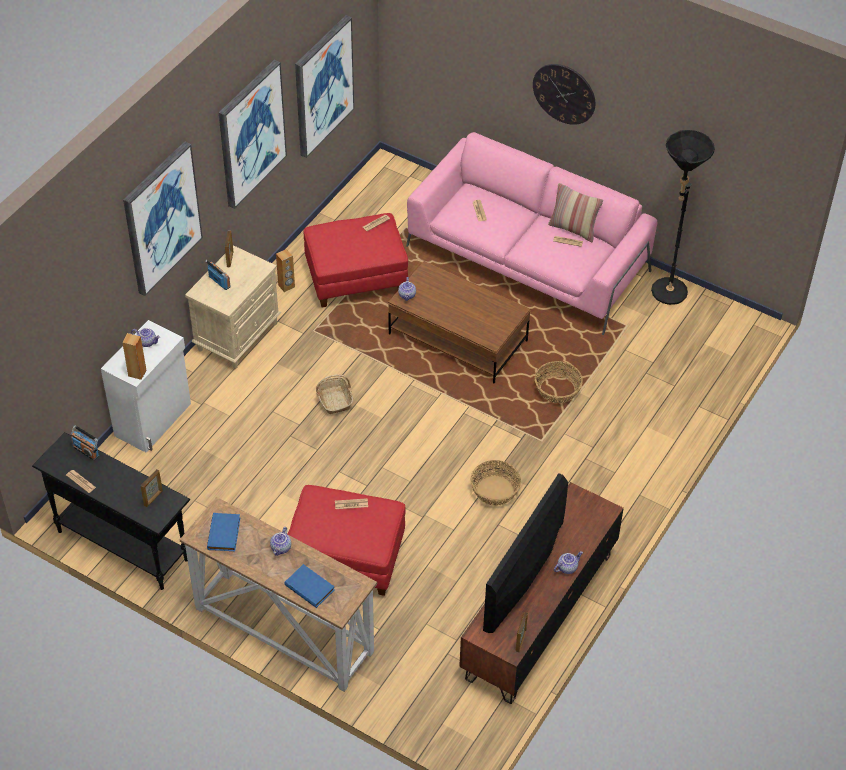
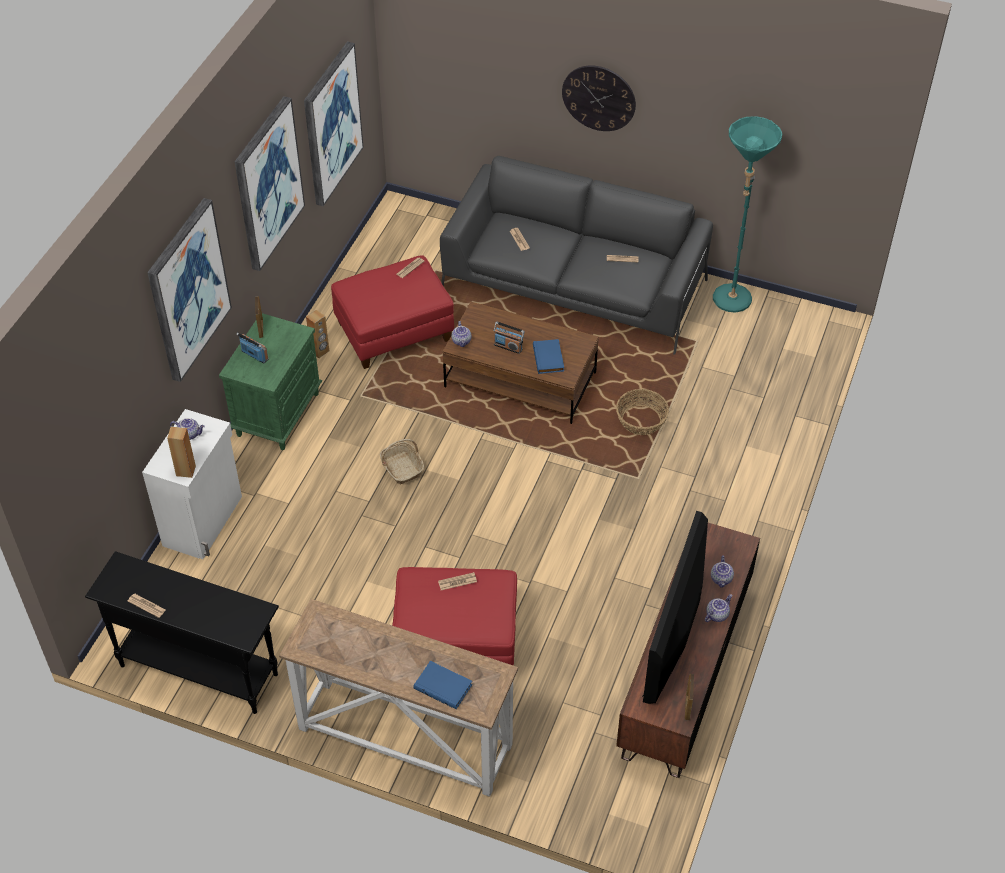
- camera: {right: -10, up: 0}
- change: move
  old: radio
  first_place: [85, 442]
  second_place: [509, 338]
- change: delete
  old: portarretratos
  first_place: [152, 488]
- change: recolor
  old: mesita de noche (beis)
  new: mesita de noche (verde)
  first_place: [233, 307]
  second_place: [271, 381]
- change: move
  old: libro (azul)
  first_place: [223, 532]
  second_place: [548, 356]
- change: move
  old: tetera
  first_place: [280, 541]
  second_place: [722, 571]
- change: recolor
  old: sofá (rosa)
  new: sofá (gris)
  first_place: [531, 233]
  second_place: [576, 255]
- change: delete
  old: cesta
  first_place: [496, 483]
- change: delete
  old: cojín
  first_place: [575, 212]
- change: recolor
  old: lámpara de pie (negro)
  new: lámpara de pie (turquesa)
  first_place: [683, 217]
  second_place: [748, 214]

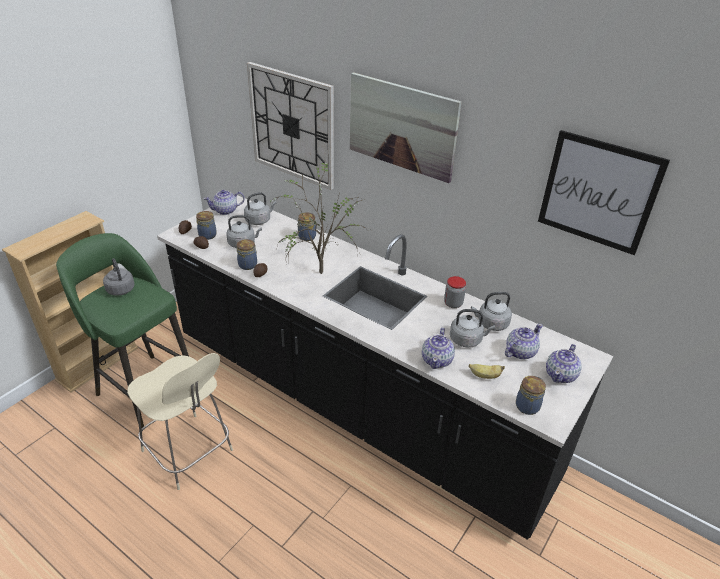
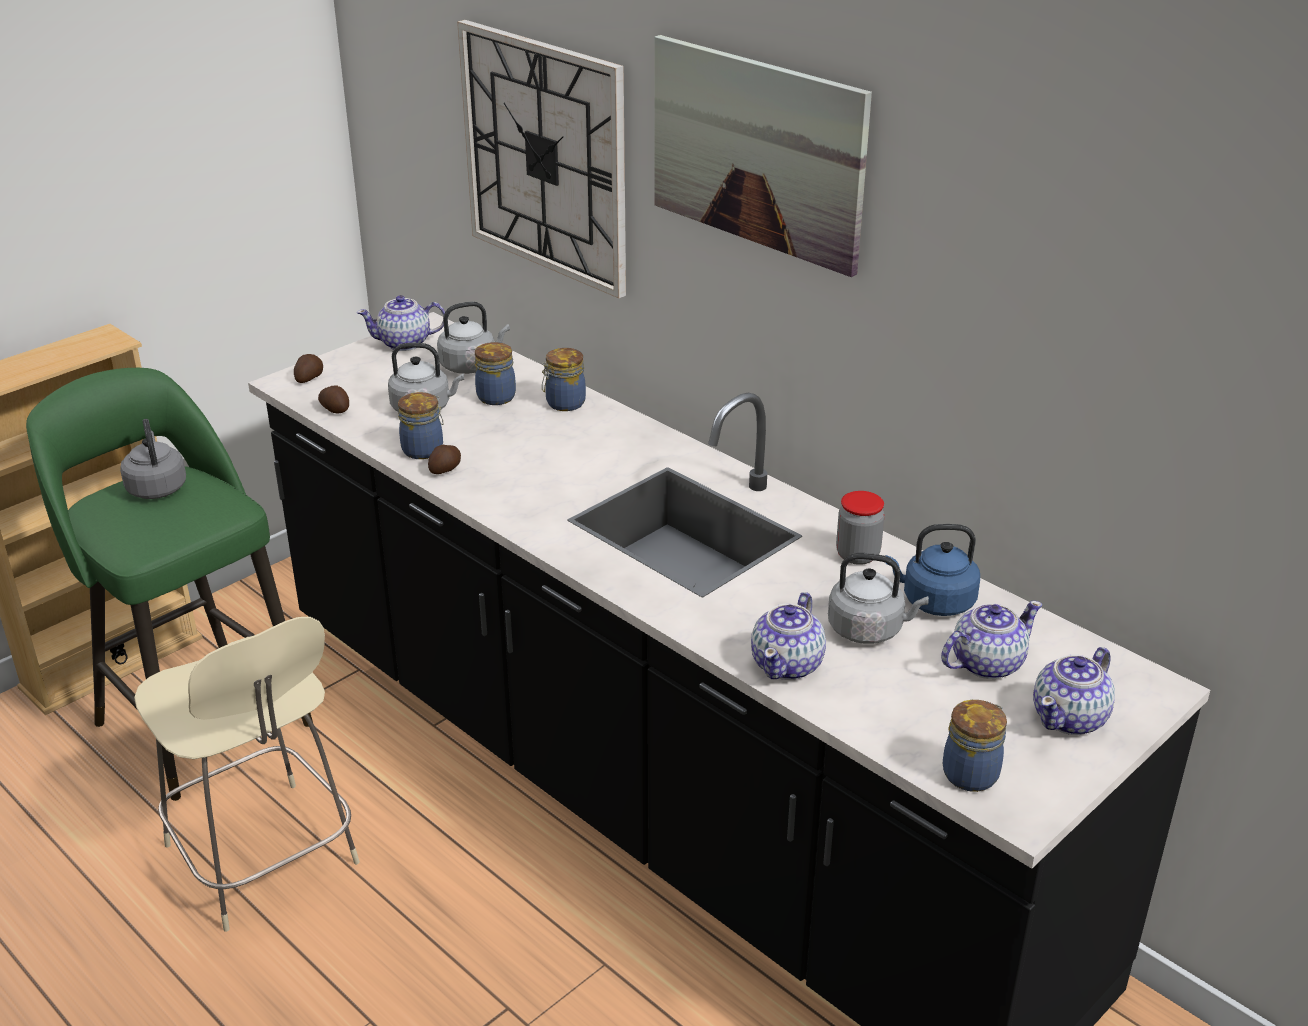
- camera: {right: 10, up: -5}
- change: move
  old: tarro
  first_place: [206, 225]
  second_place: [495, 373]
- change: delete
  old: planta en maceta
  first_place: [318, 218]
- change: delete
  old: plátano
  first_place: [487, 371]
- change: recolor
  old: hervidor (gris)
  new: hervidor (azul)
  first_place: [491, 311]
  second_place: [932, 570]
- change: delete
  old: cuadro
  first_place: [604, 192]

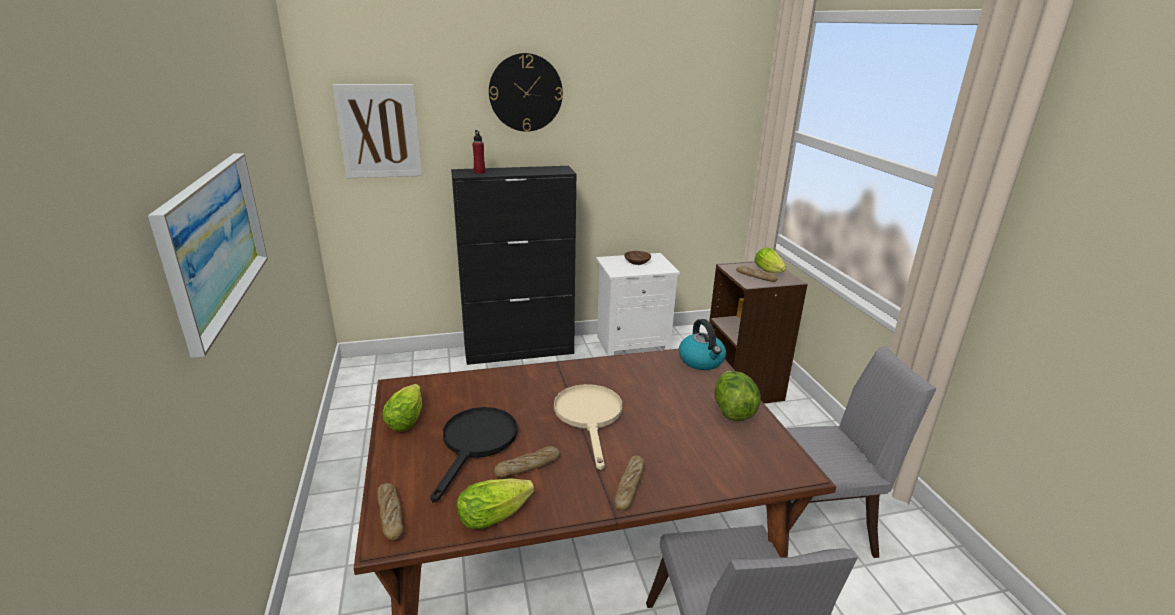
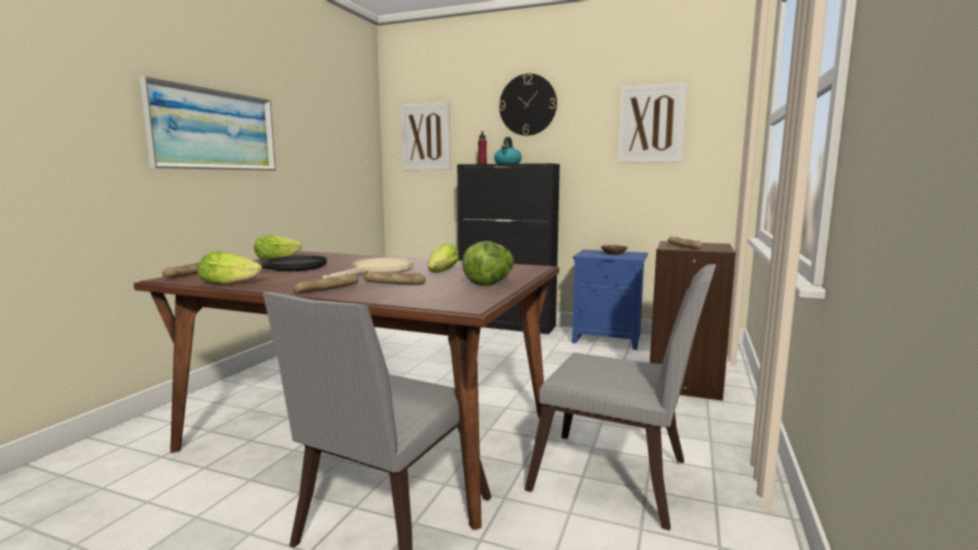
- camera: {right: 35, up: -15}
- change: move
  old: pan
  first_place: [527, 462]
  second_place: [395, 278]
- change: recolor
  old: mesita de noche (blanco)
  new: mesita de noche (azul)
  first_place: [638, 304]
  second_place: [610, 300]
- change: move
  old: hervidor
  first_place: [702, 344]
  second_place: [508, 150]
- change: move
  old: lechuga
  first_place: [770, 260]
  second_place: [443, 258]
- change: insert
  new: cuadro
  second_place: [652, 122]

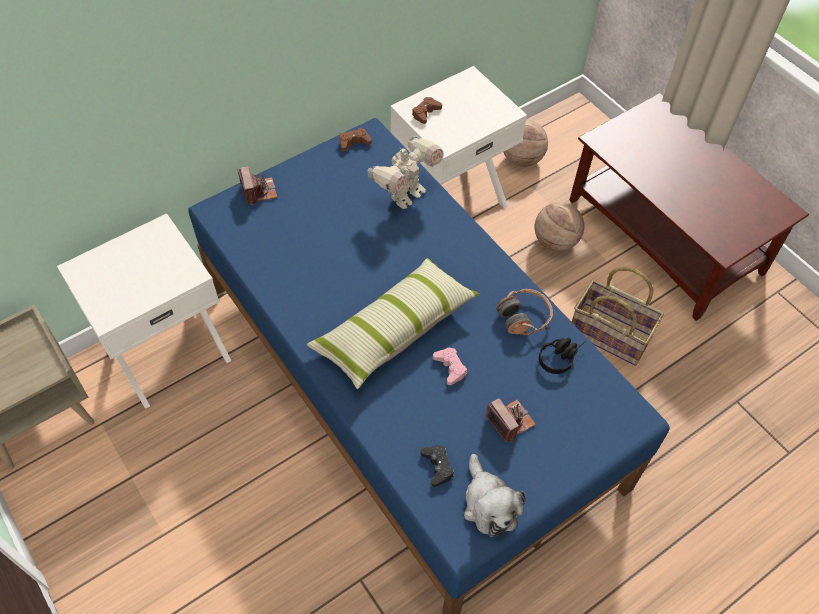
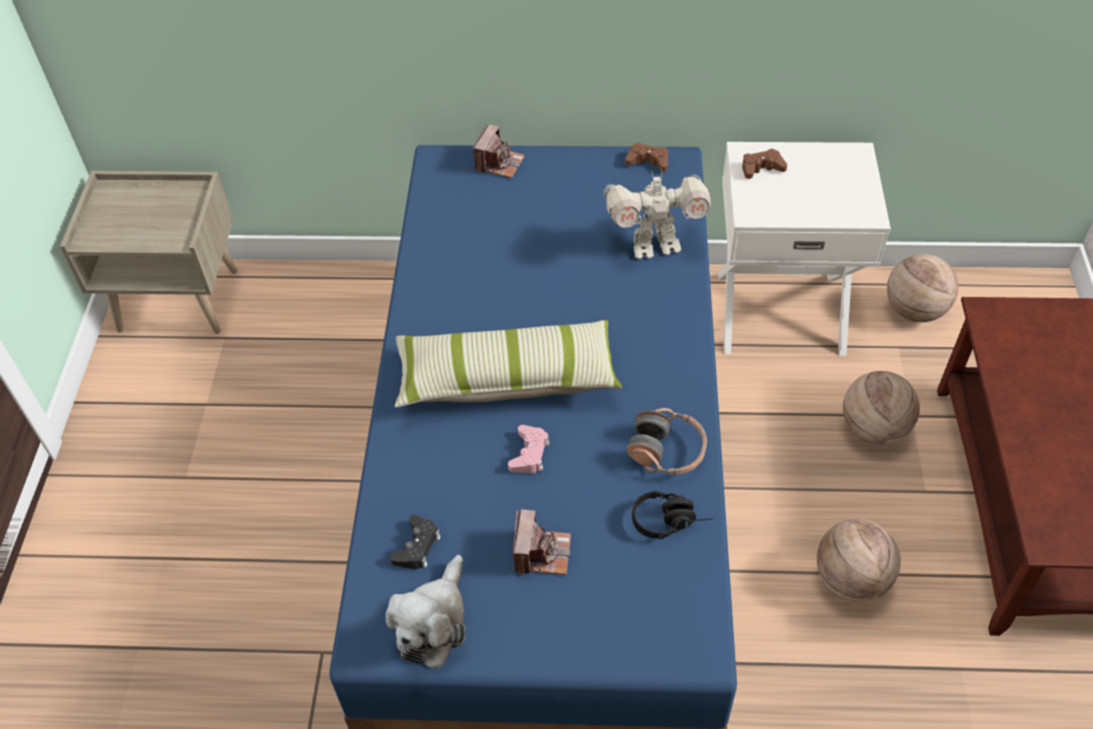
- camera: {right: 40, up: -5}
- change: delete
  old: mesita de noche (blanco)
  first_place: [144, 311]
- change: replace
  old: cesta
  new: balón de baloncesto
  first_place: [618, 316]
  second_place: [859, 560]

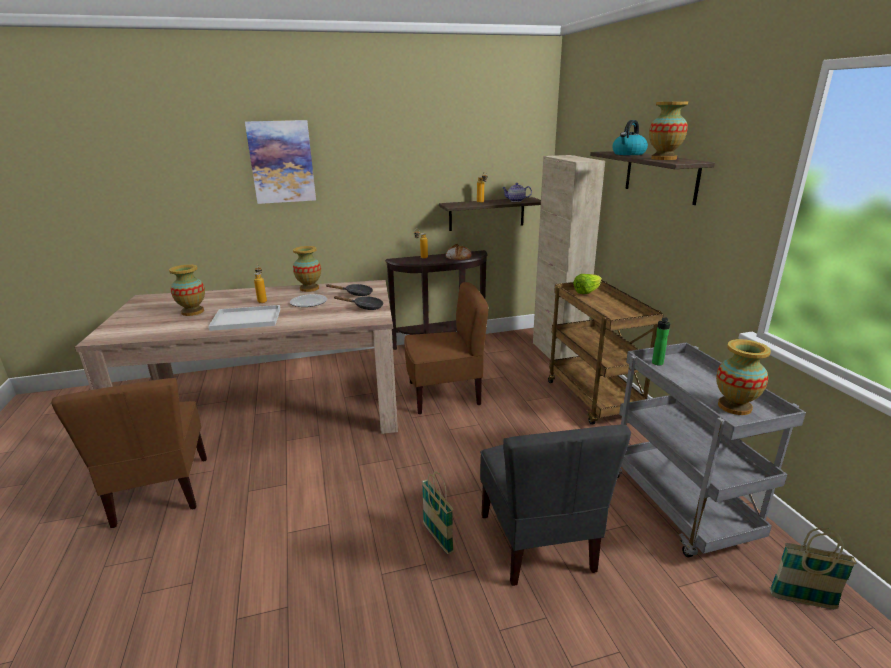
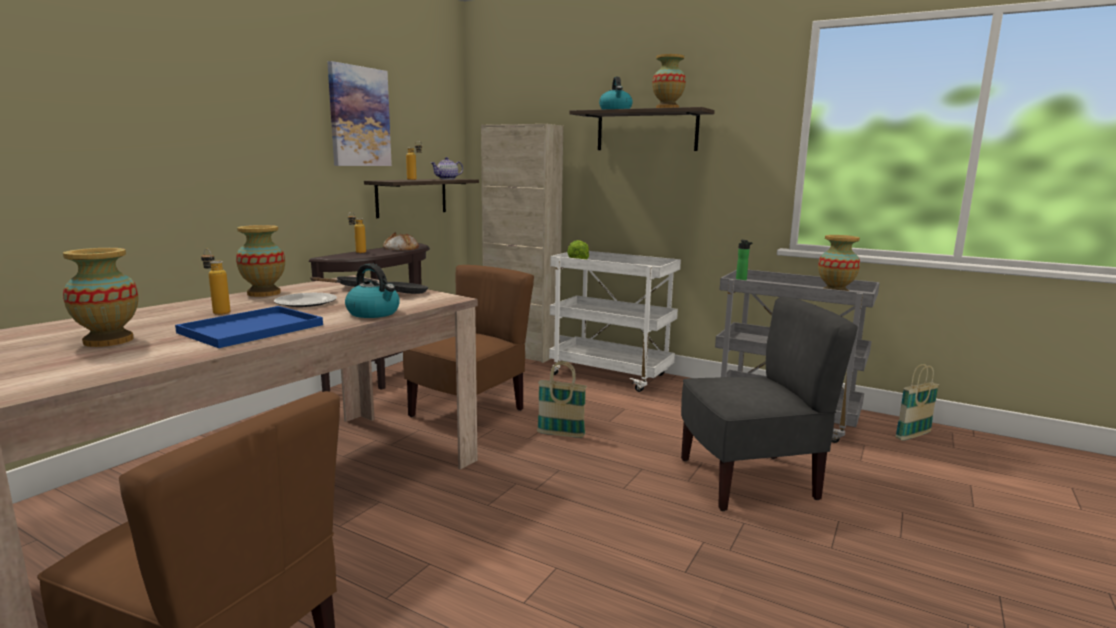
- camera: {right: -45, up: -10}
- change: recolor
  old: bandeja (blanco)
  new: bandeja (azul)
  first_place: [244, 318]
  second_place: [249, 327]
- change: move
  old: cuadro
  first_place: [280, 162]
  second_place: [359, 113]
- change: move
  old: cesta
  first_place: [438, 512]
  second_place: [562, 399]
- change: rotate
  old: silla (gris)
  first_place: [555, 505]
  second_place: [769, 404]
  degrees: -45
- change: recolor
  old: carrito (marrón)
  new: carrito (blanco)
  first_place: [606, 353]
  second_place: [615, 321]
- change: insert
  new: hervidor
  second_place: [372, 290]

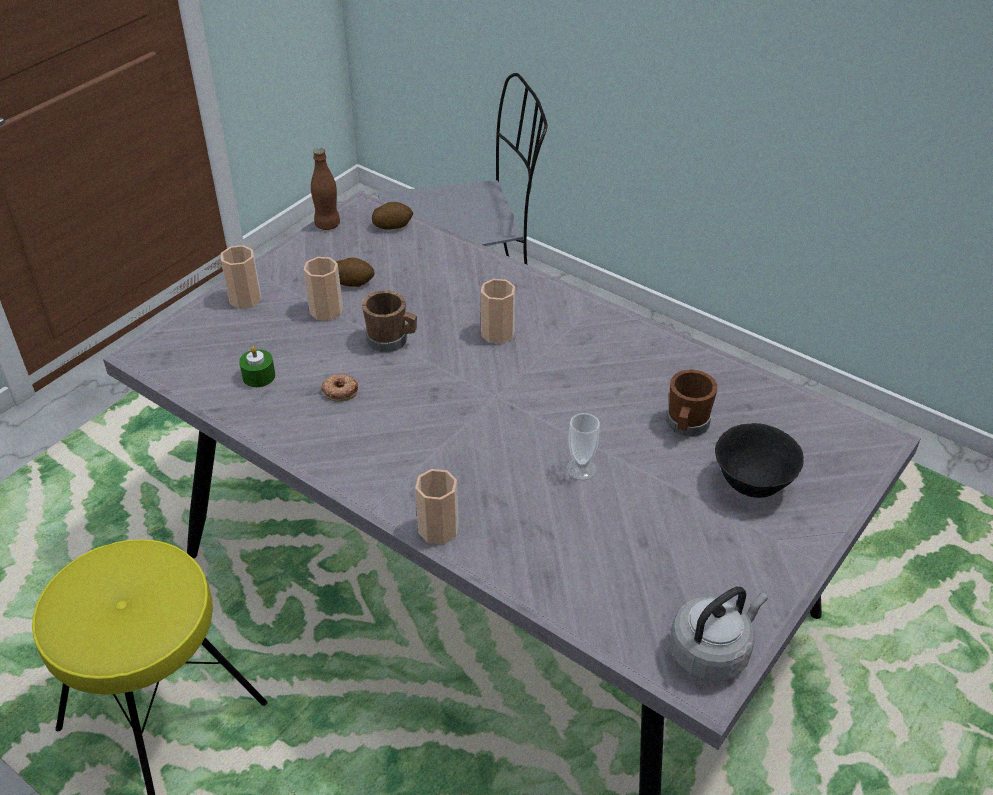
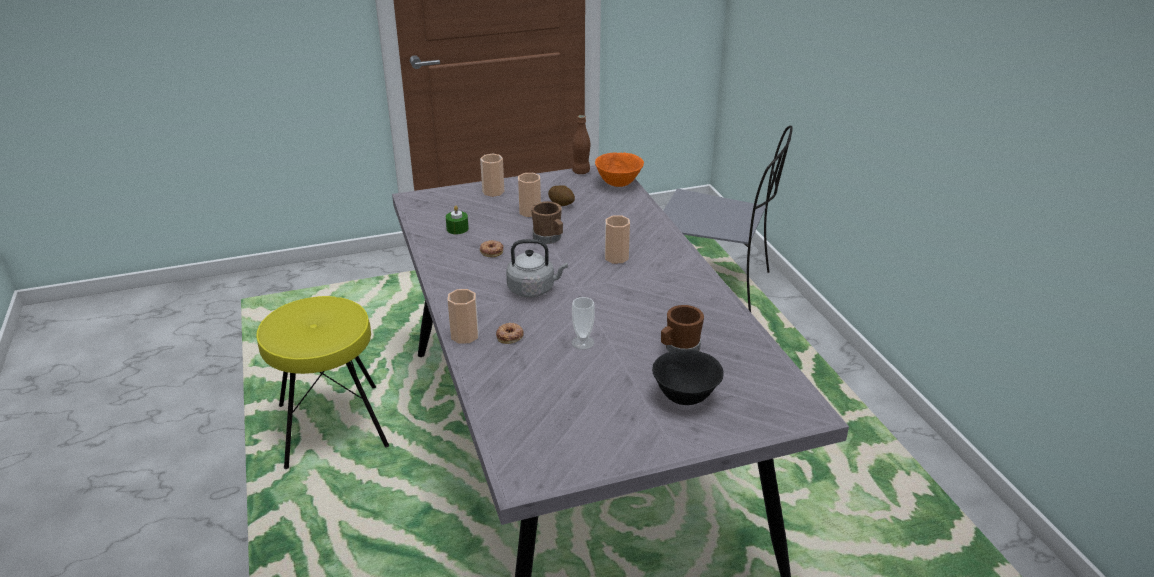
- camera: {right: 35, up: -10}
- change: replace
  old: patata
  new: cuenco (naranja)
  first_place: [392, 216]
  second_place: [619, 169]
- change: move
  old: hervidor (gris)
  first_place: [719, 634]
  second_place: [537, 268]
- change: insert
  new: rosquilla
  second_place: [510, 333]

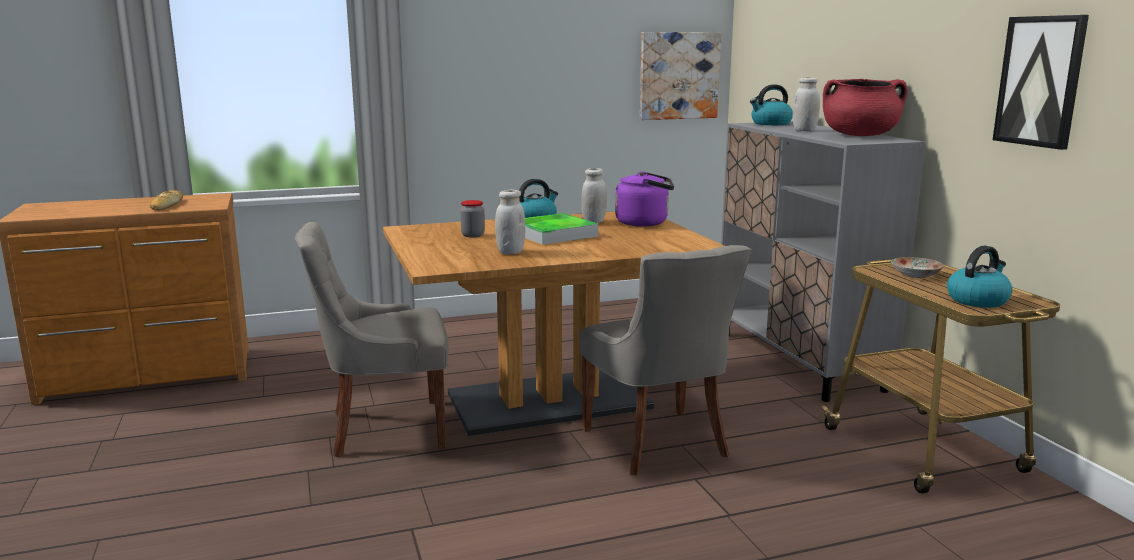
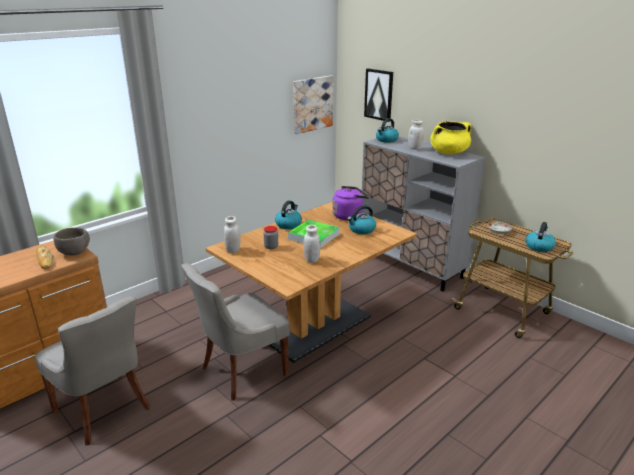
- camera: {right: -25, up: 10}
- change: move
  old: silla (gris)
  first_place: [666, 360]
  second_place: [93, 371]
- change: move
  old: tarro (blanco)
  first_place: [594, 195]
  second_place: [232, 234]
- change: recolor
  old: olla (rojo)
  new: olla (amarillo)
  first_place: [865, 107]
  second_place: [451, 137]
- change: move
  old: cuadro
  first_place: [1041, 82]
  second_place: [378, 95]
- change: insert
  new: cuenco (marrón)
  second_place: [72, 241]
- change: insert
  new: hervidor
  second_place: [361, 219]

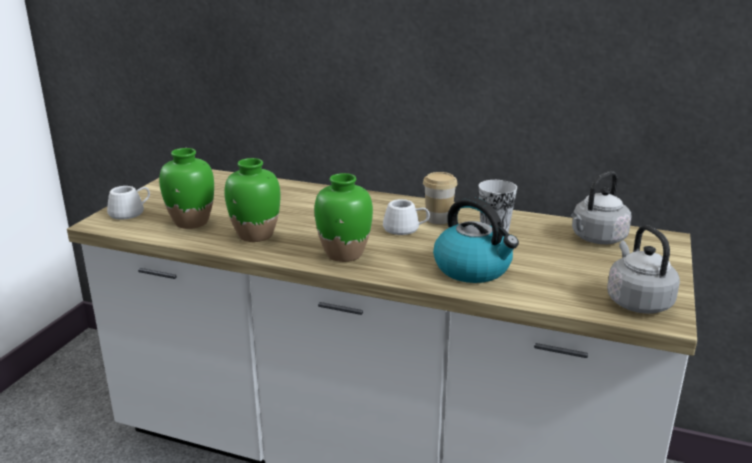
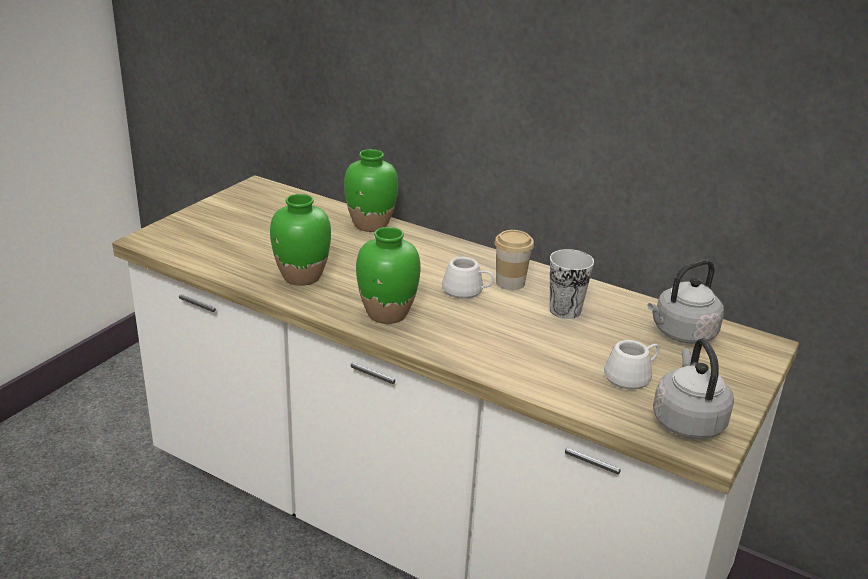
- camera: {right: 10, up: 5}
- change: move
  old: taza grande (blanco)
  first_place: [128, 203]
  second_place: [631, 365]
- change: move
  old: florero (verde)
  first_place: [186, 188]
  second_place: [371, 190]
- change: delete
  old: hervidor
  first_place: [476, 240]

